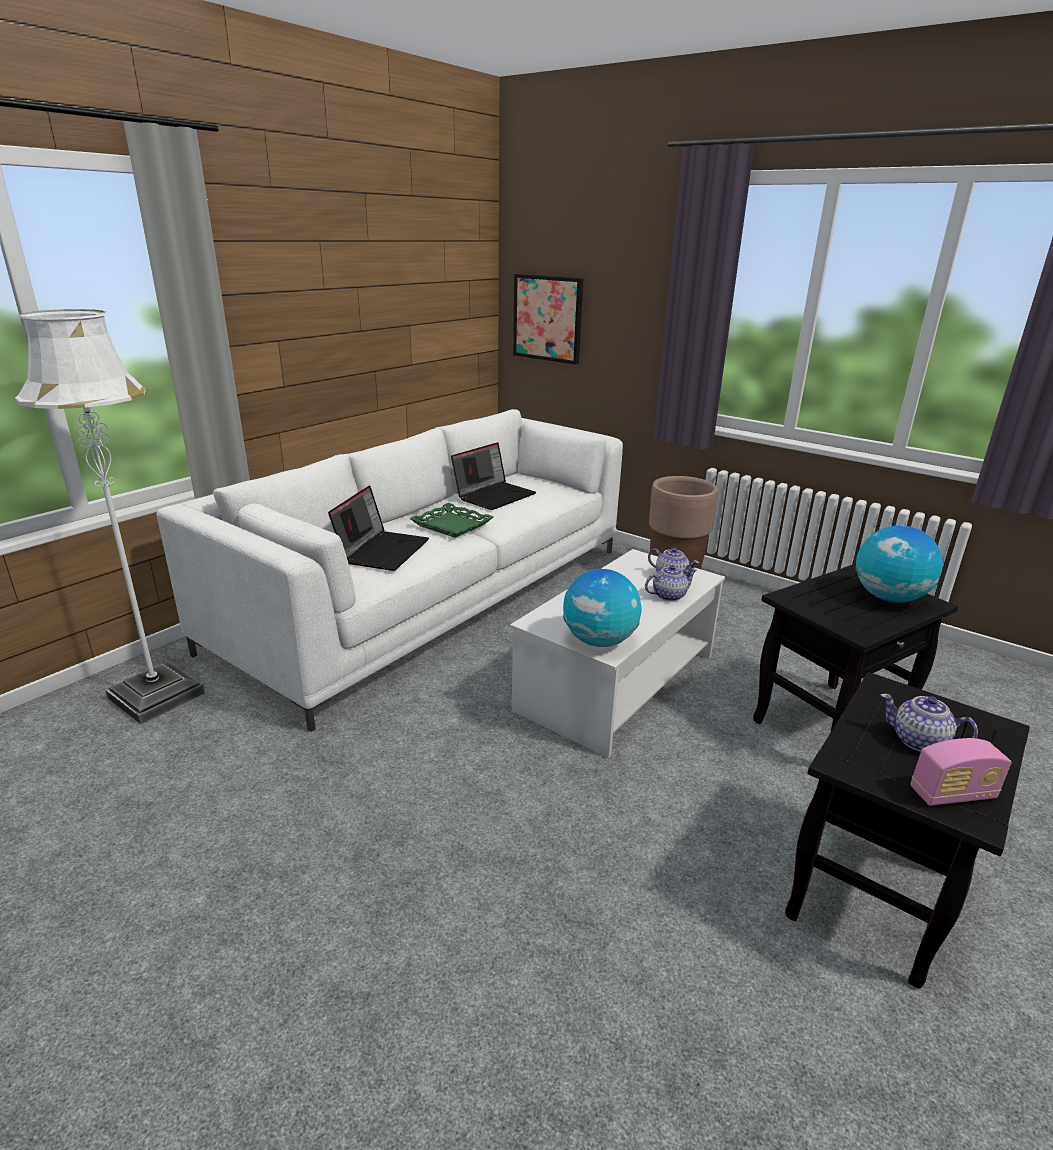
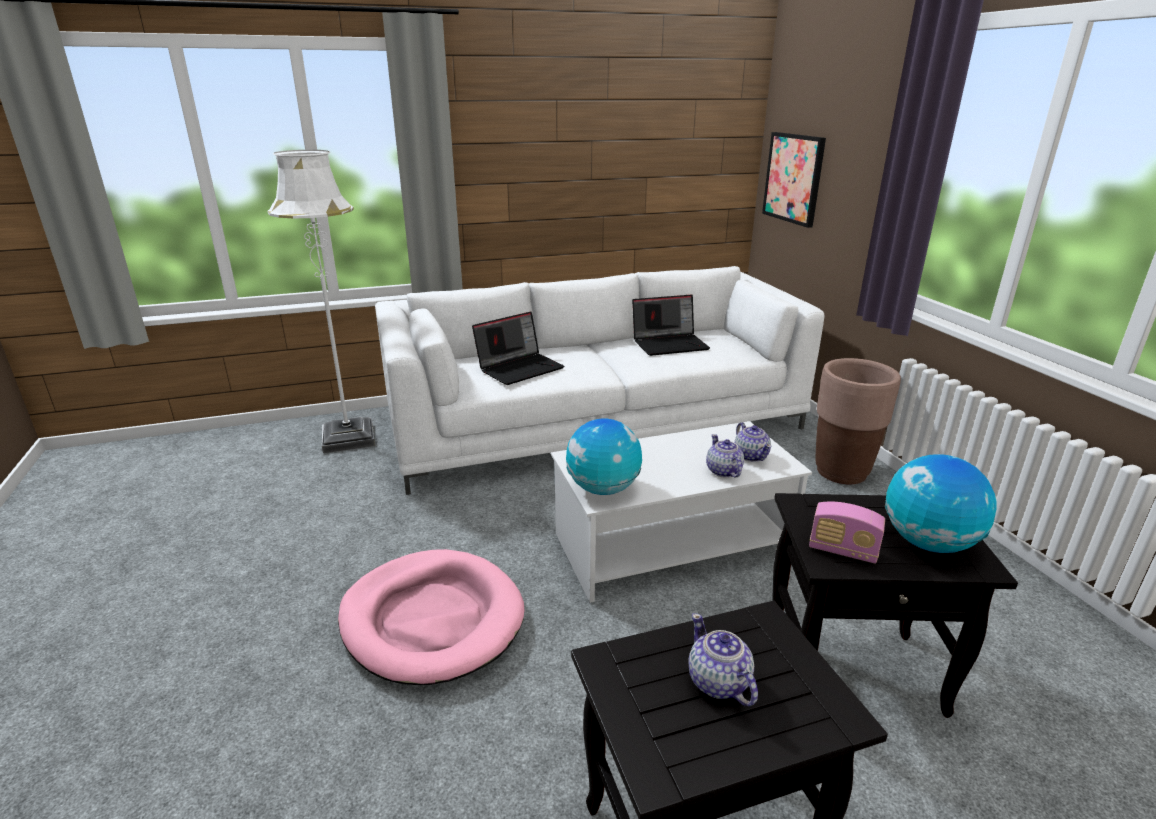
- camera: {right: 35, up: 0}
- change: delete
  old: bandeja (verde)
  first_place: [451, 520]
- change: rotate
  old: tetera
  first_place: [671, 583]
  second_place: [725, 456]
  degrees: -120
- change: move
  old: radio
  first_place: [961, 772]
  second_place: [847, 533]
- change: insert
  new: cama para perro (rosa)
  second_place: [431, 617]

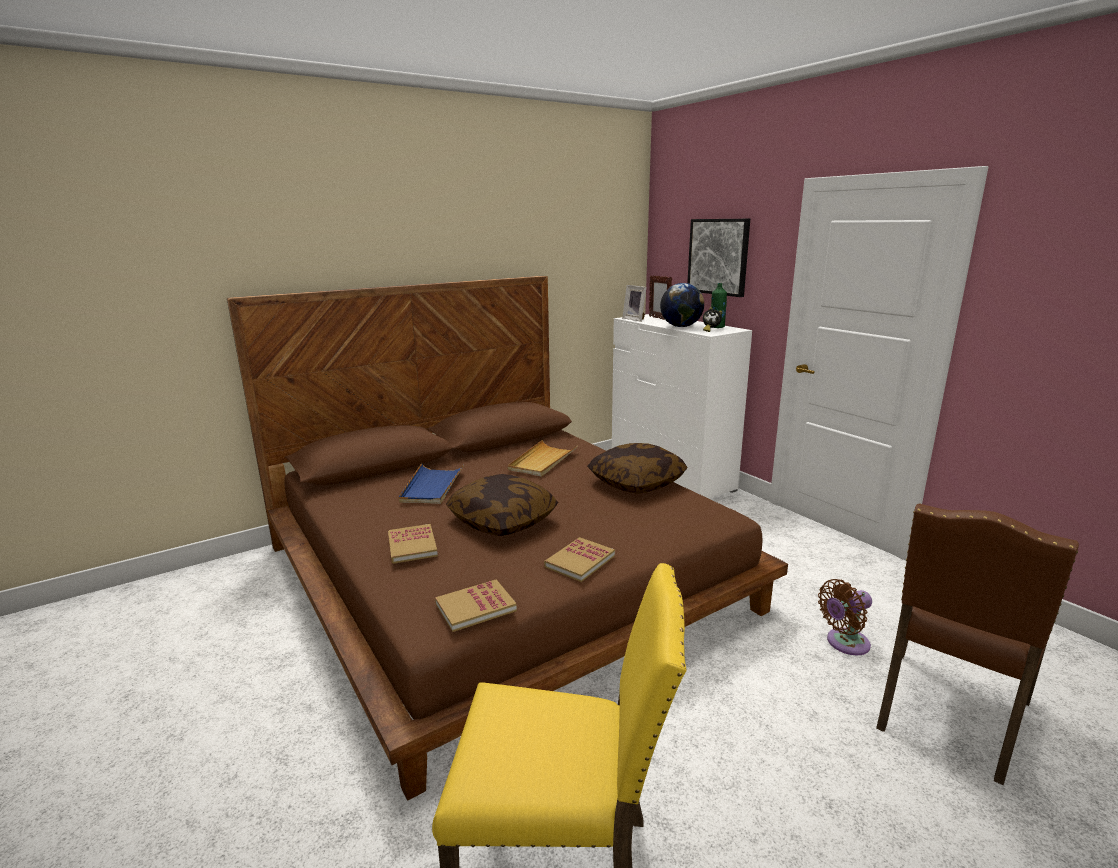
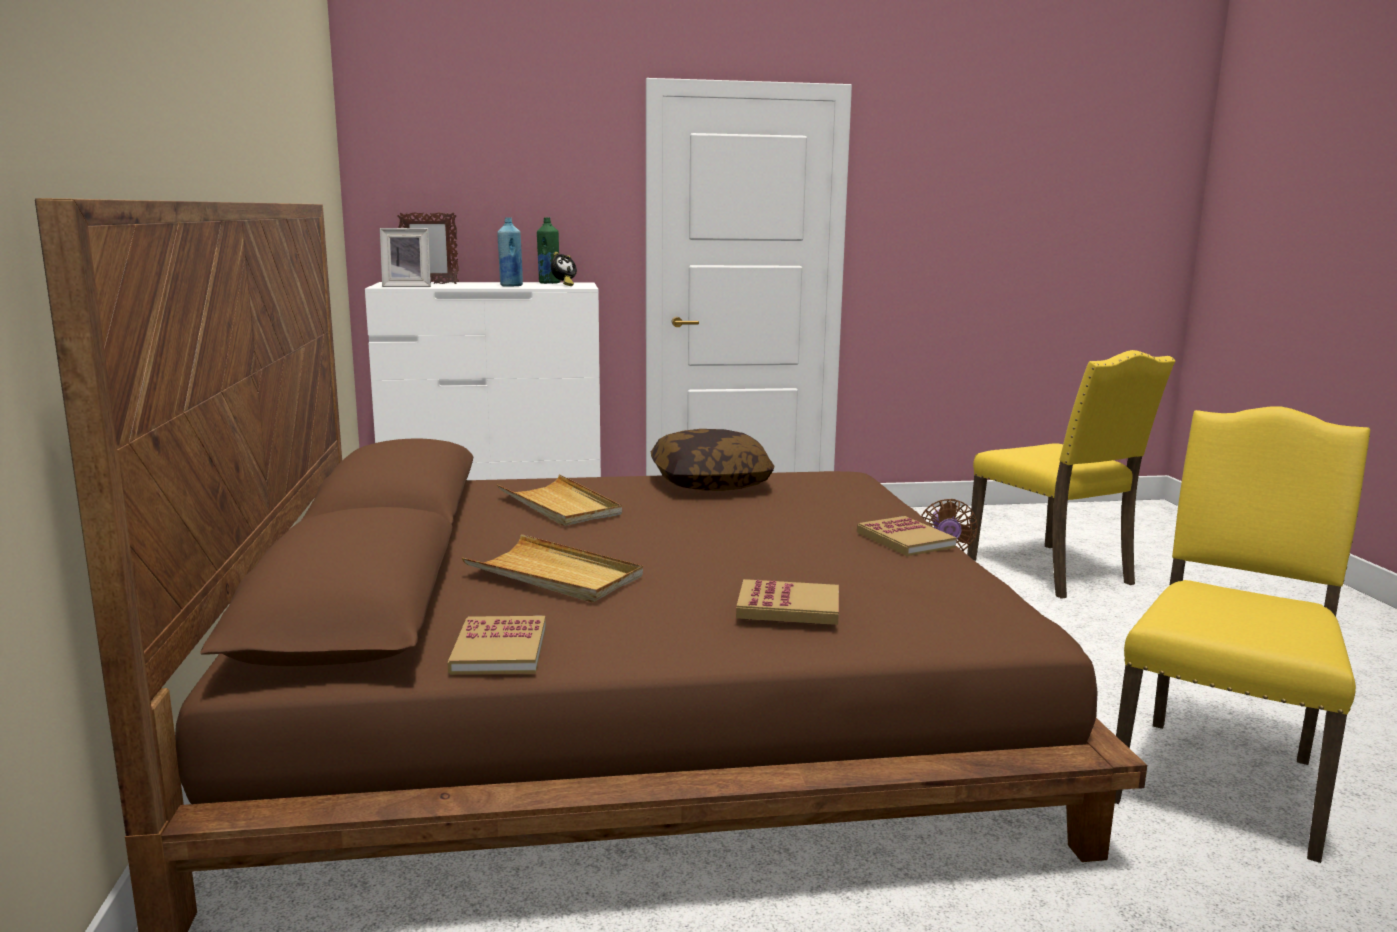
- camera: {right: -65, up: -5}
- change: recolor
  old: bandeja (azul)
  new: bandeja (beis)
  first_place: [431, 483]
  second_place: [552, 568]
- change: move
  old: libro
  first_place: [476, 605]
  second_place: [496, 645]
- change: delete
  old: cojín
  first_place: [502, 505]
- change: replace
  old: globo terráqueo
  new: botella (azul)
  first_place: [682, 305]
  second_place: [510, 252]
- change: delete
  old: cuadro
  first_place: [718, 258]
- change: recolor
  old: silla (marrón)
  new: silla (amarillo)
  first_place: [977, 644]
  second_place: [1071, 474]

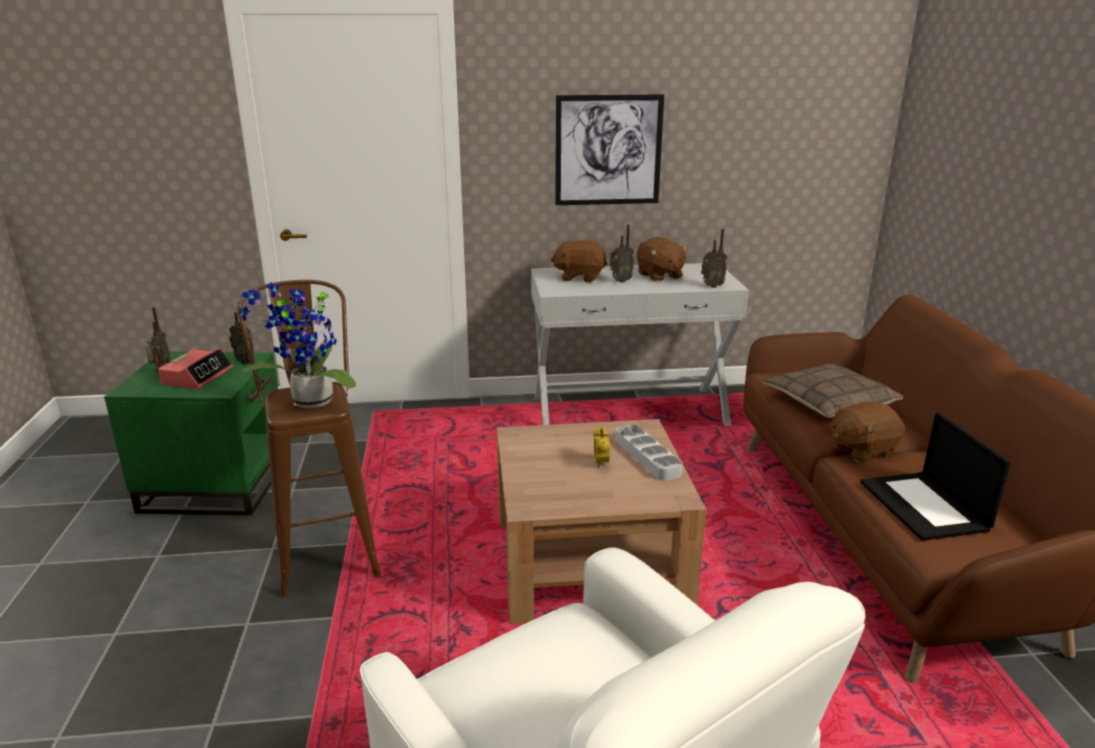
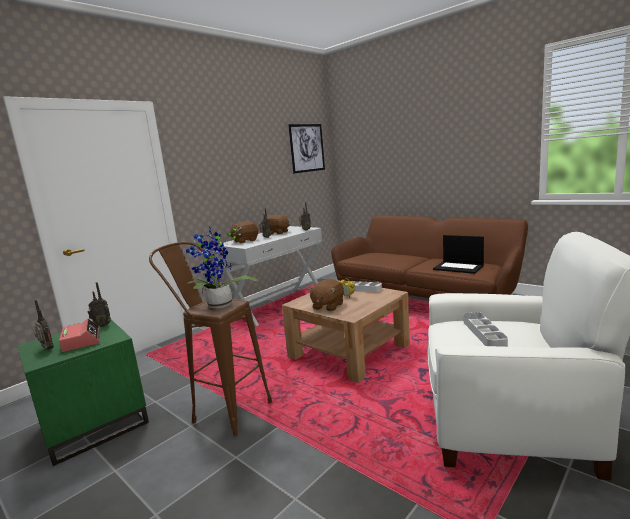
- camera: {right: -40, up: -10}
- change: move
  old: cuadro
  first_place: [609, 149]
  second_place: [306, 149]
- change: delete
  old: cojín
  first_place: [832, 390]
- change: move
  old: peluche (marrón)
  first_place: [868, 432]
  second_place: [326, 295]
- change: insert
  new: bandeja (gris)
  second_place: [486, 329]

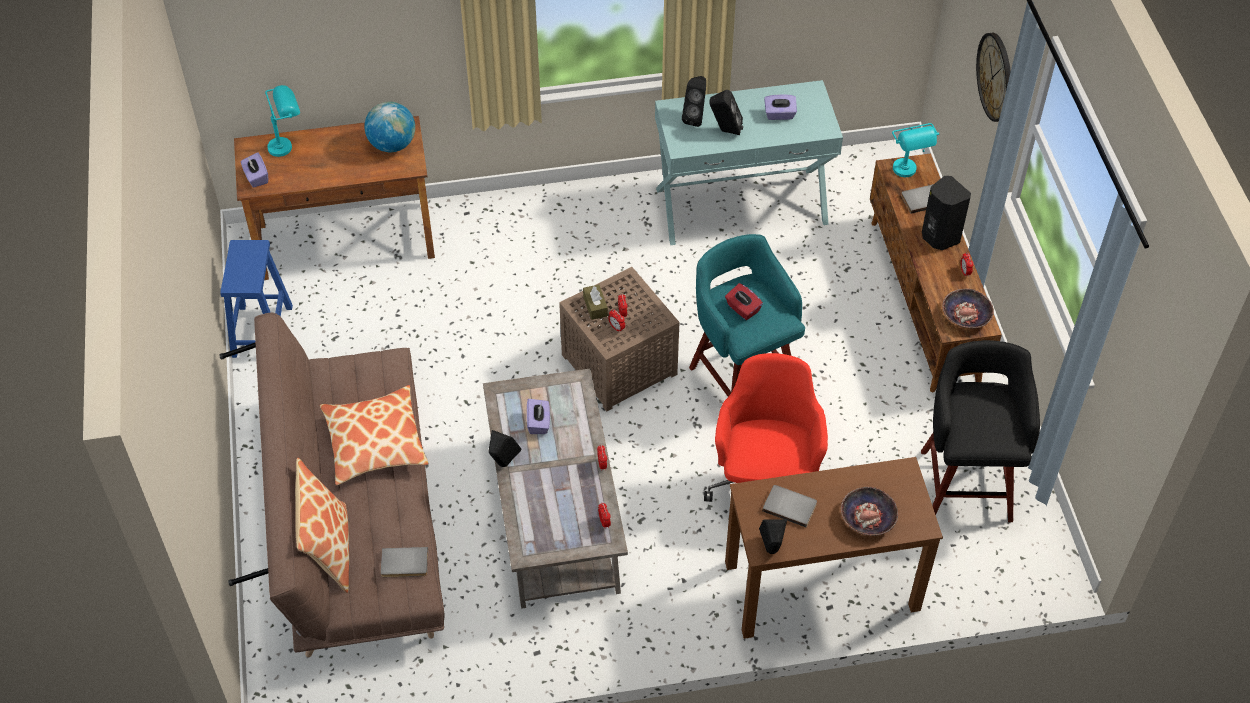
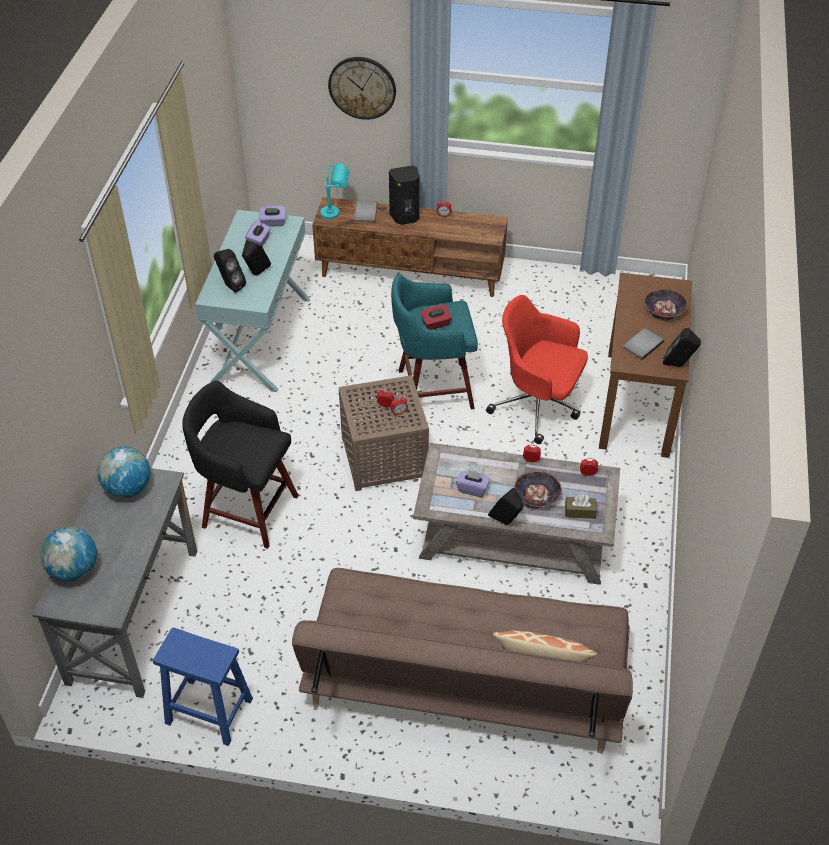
- camera: {right: -70, up: -5}
- change: recolor
  old: escritorio (marrón)
  new: escritorio (gris)
  first_place: [334, 198]
  second_place: [114, 583]
- change: move
  old: caja de pañuelos (morado)
  first_place: [254, 170]
  second_place: [272, 216]
- change: replace
  old: lámpara de mesa (turquesa)
  new: globo terráqueo
  first_place: [282, 121]
  second_place: [68, 554]
- change: delete
  old: cojín
  first_place: [374, 435]
- change: delete
  old: libro (gris)
  first_place: [404, 562]
- change: move
  old: caja de pañuelos (marrón)
  first_place: [595, 302]
  second_place: [581, 506]
- change: move
  old: taburete (negro)
  first_place: [980, 431]
  second_place: [240, 465]
- change: move
  old: cuenco
  first_place: [968, 308]
  second_place: [538, 490]

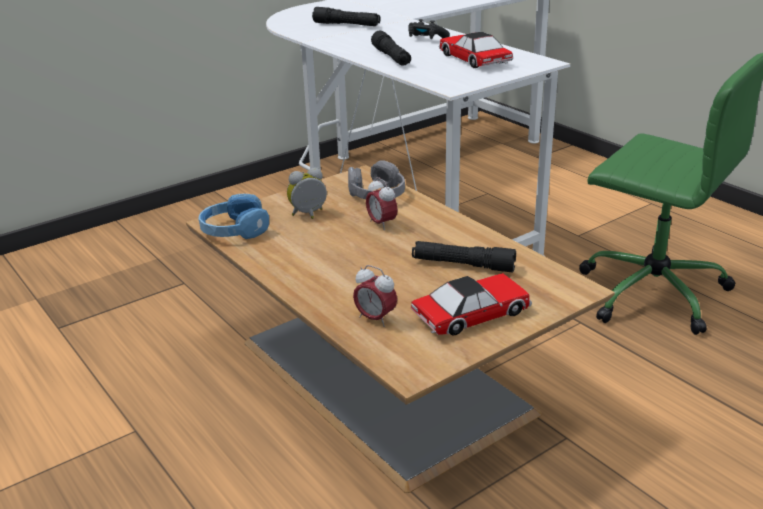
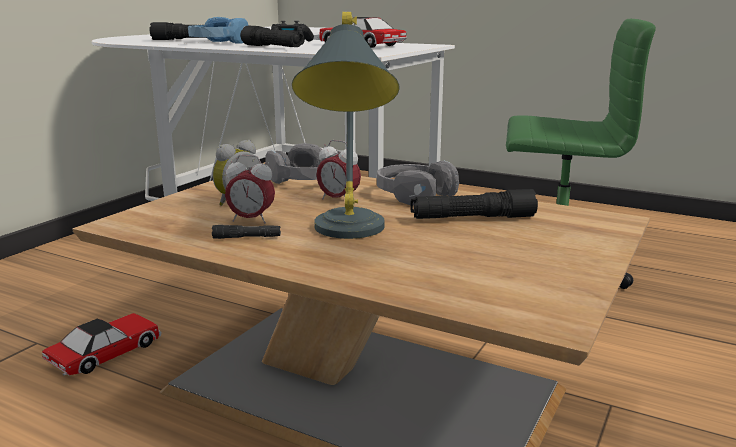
- camera: {right: -25, up: -10}
- change: move
  old: auriculares (azul)
  first_place: [233, 216]
  second_place: [218, 30]
- change: move
  old: despertador
  first_place: [375, 296]
  second_place: [250, 189]
- change: move
  old: coche de juguete
  first_place: [471, 304]
  second_place: [102, 344]
- change: insert
  new: linterna (negro)
  second_place: [246, 232]
- change: insert
  new: lámpara de mesa (gris)
  second_place: [345, 125]
- change: insert
  new: auriculares (gris)
  second_place: [418, 183]

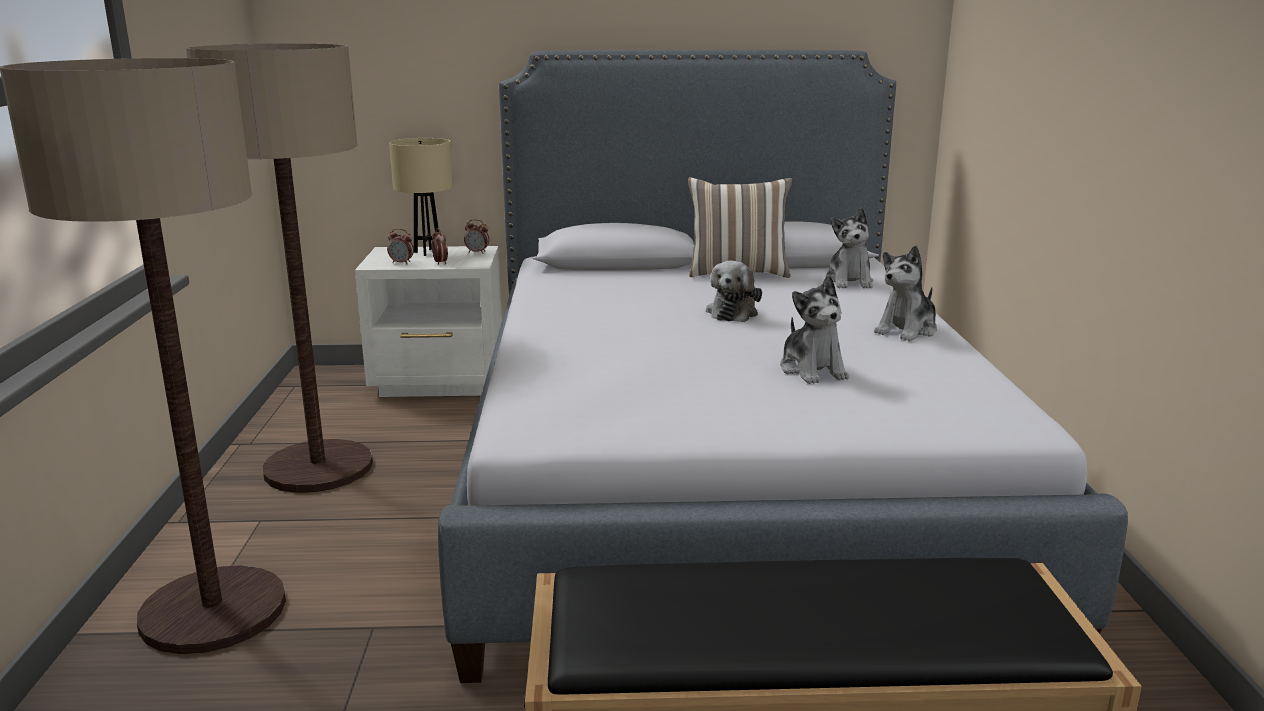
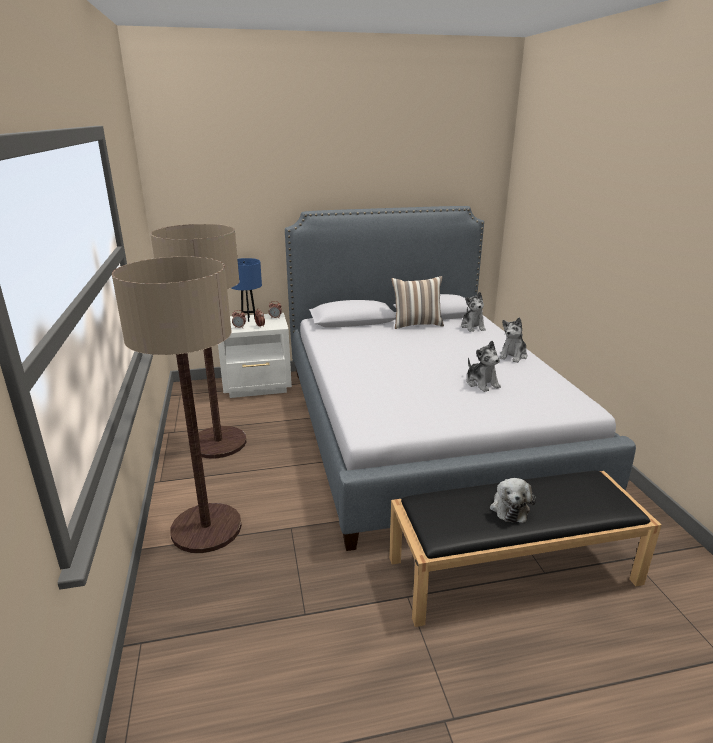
- camera: {right: -10, up: 5}
- change: recolor
  old: lámpara de mesa (beis)
  new: lámpara de mesa (azul)
  first_place: [421, 197]
  second_place: [247, 290]
- change: move
  old: peluche
  first_place: [734, 291]
  second_place: [513, 500]

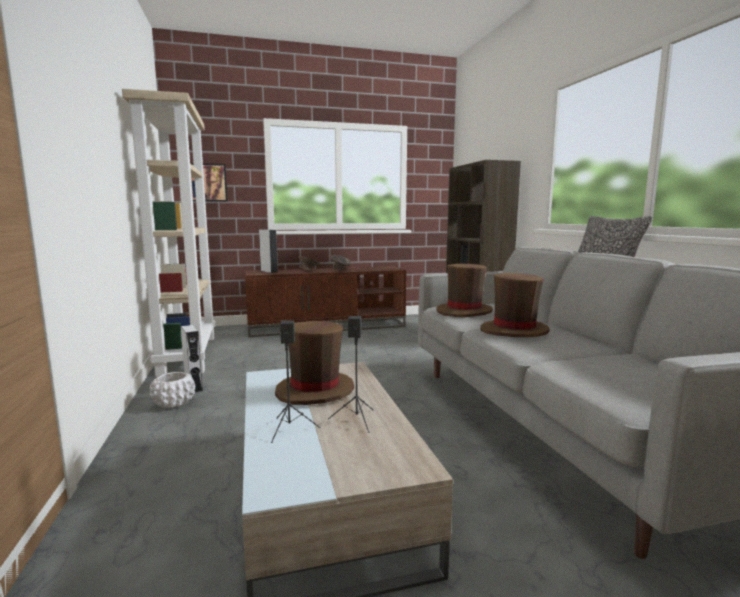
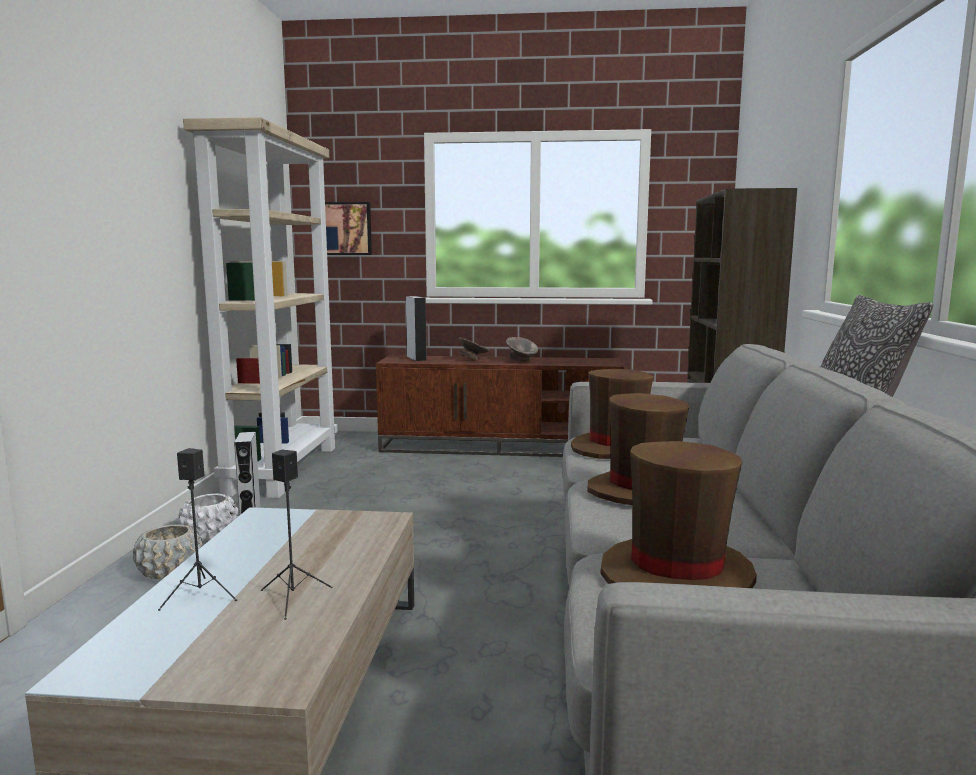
- camera: {right: 20, up: 0}
- change: move
  old: sombrero (marrón)
  first_place: [314, 363]
  second_place: [679, 514]
- change: insert
  new: maceta (beis)
  second_place: [167, 551]

